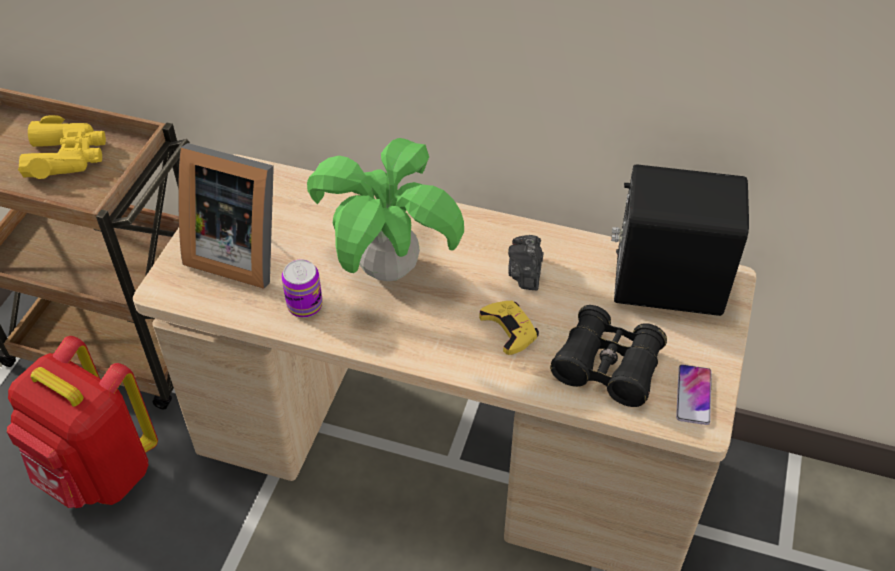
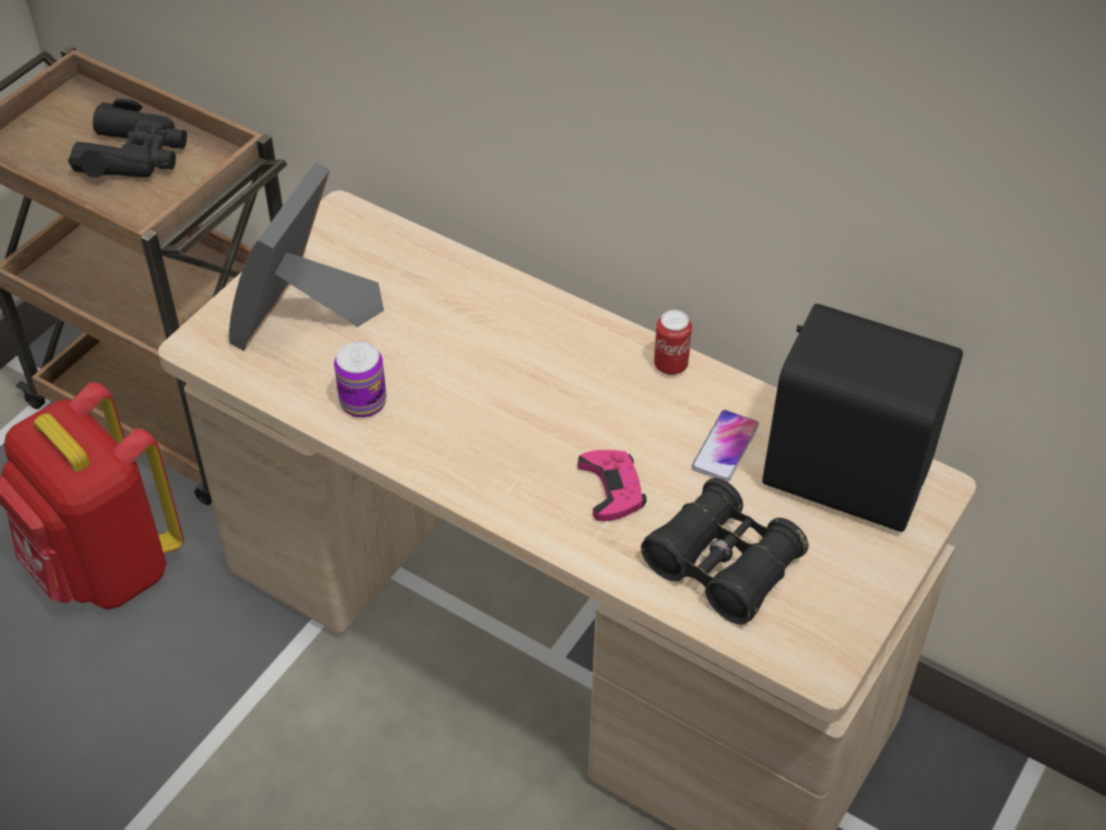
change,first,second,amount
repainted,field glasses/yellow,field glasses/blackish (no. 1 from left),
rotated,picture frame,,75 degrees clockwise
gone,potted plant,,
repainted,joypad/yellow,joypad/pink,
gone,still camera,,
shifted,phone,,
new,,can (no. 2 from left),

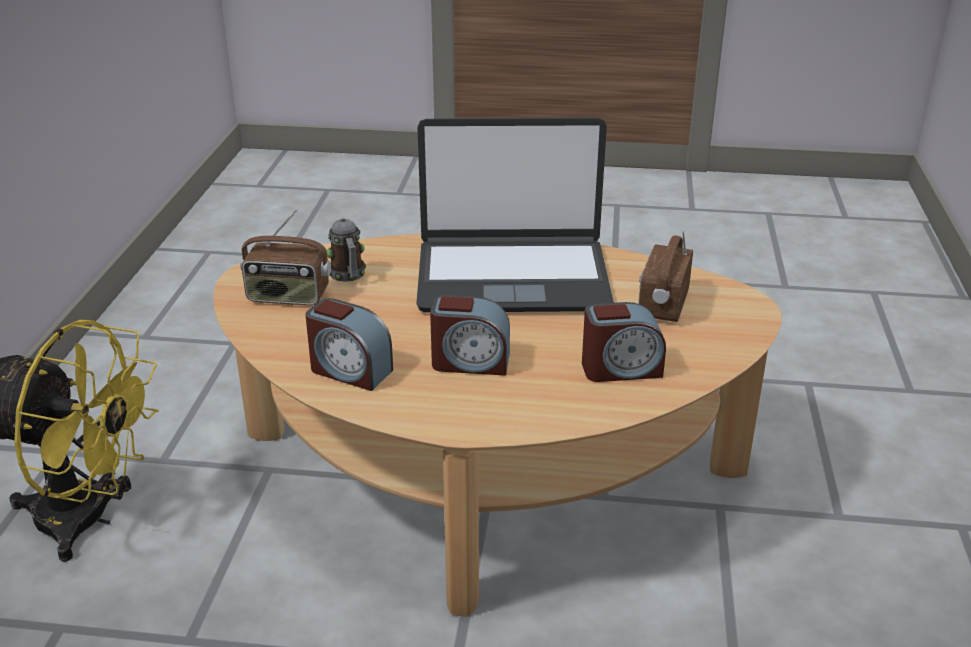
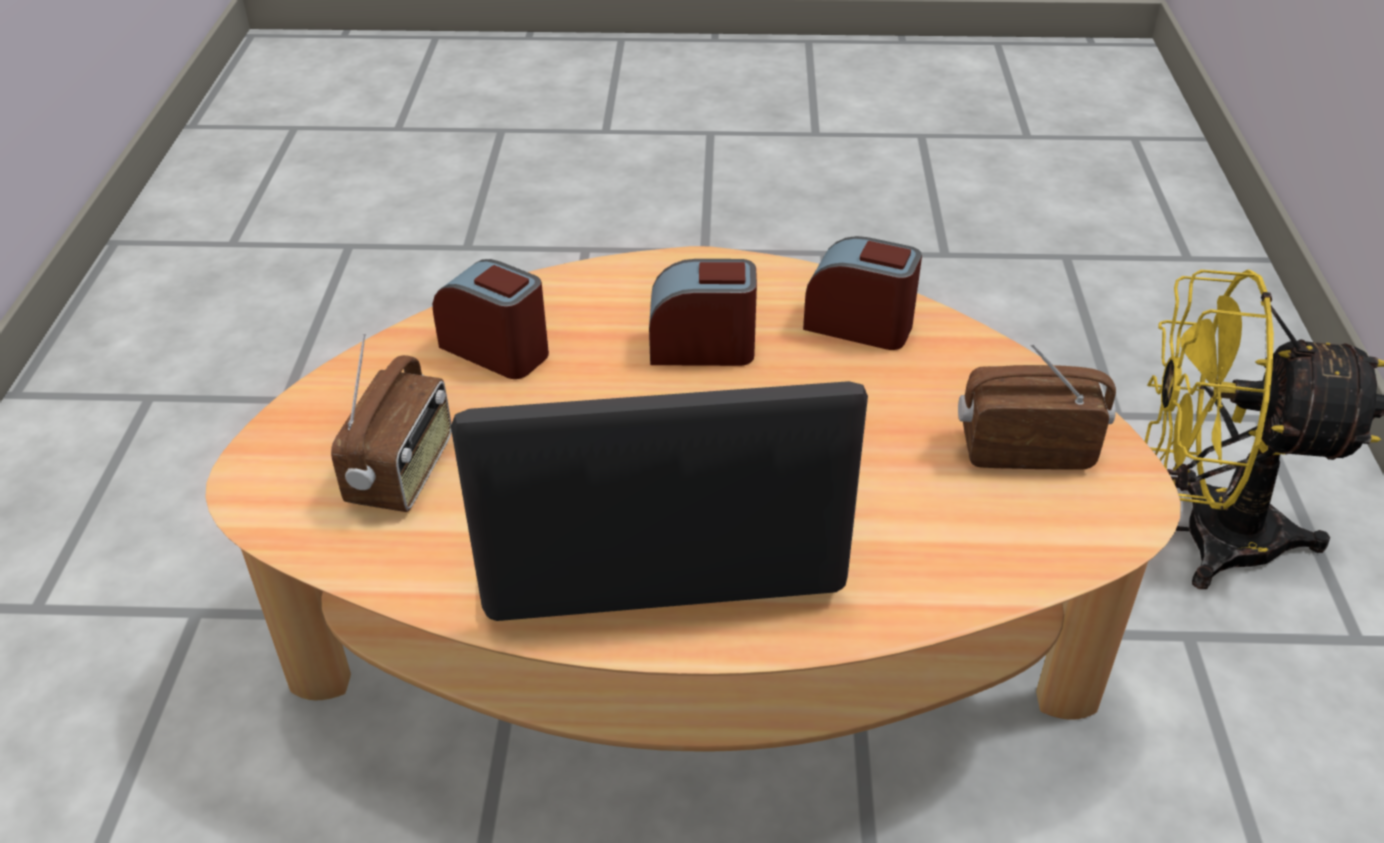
change,first,second,amount
gone,mug,,
rotated,bedside clock (no. 3 from left in the first image),bedside clock (no. 1 from left),45 degrees clockwise

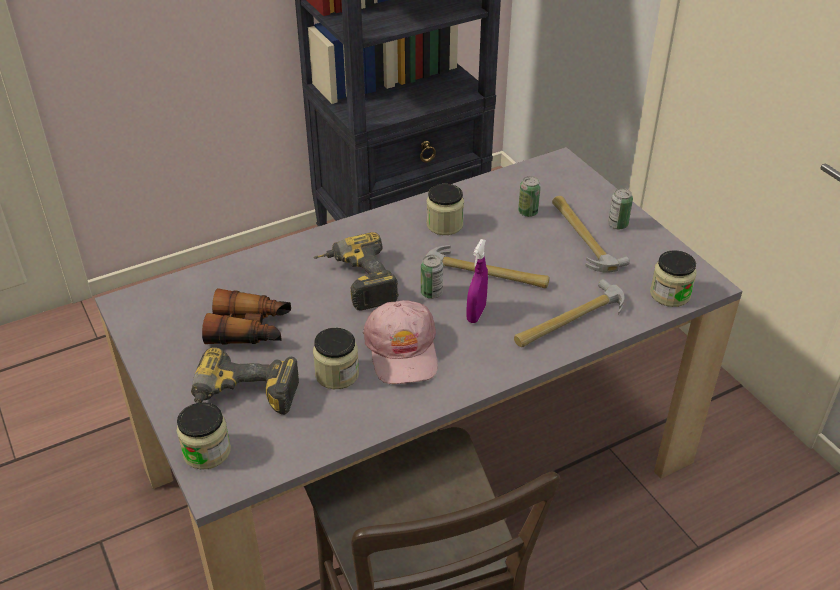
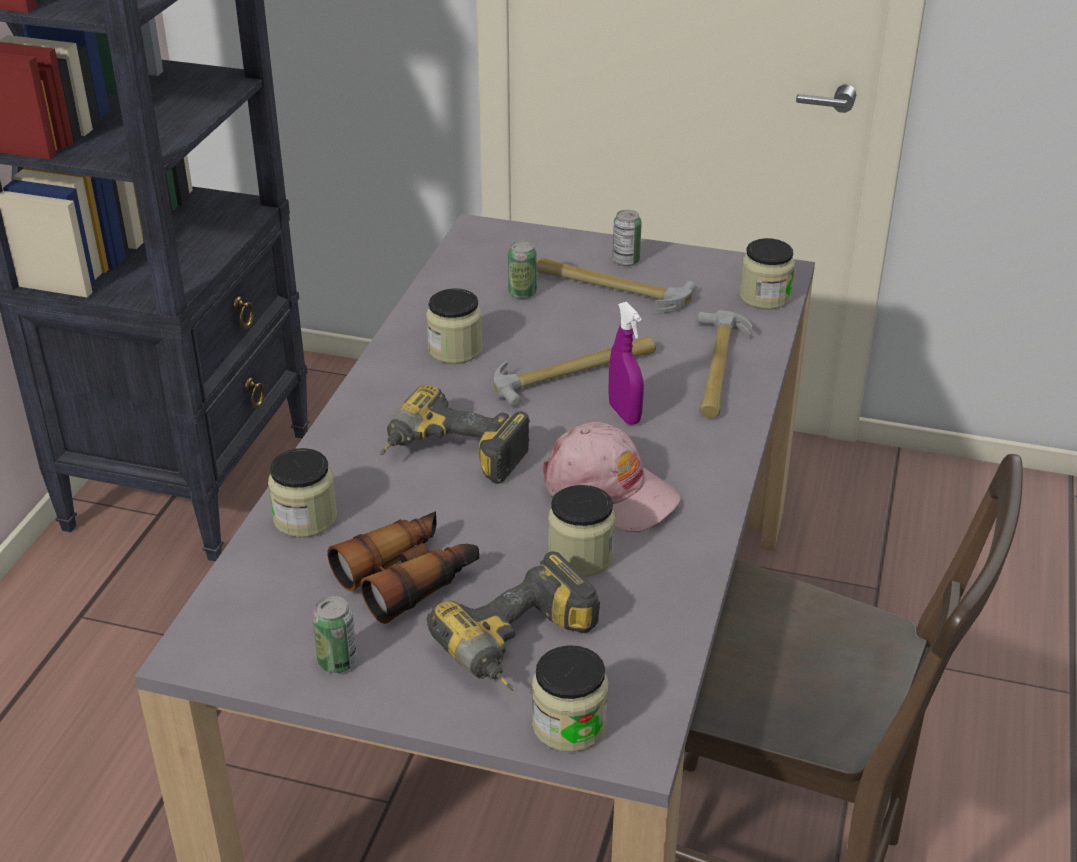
change,first,second,amount
shifted,can (no. 1 from left),,
new,,preserve jar (no. 1 from left),

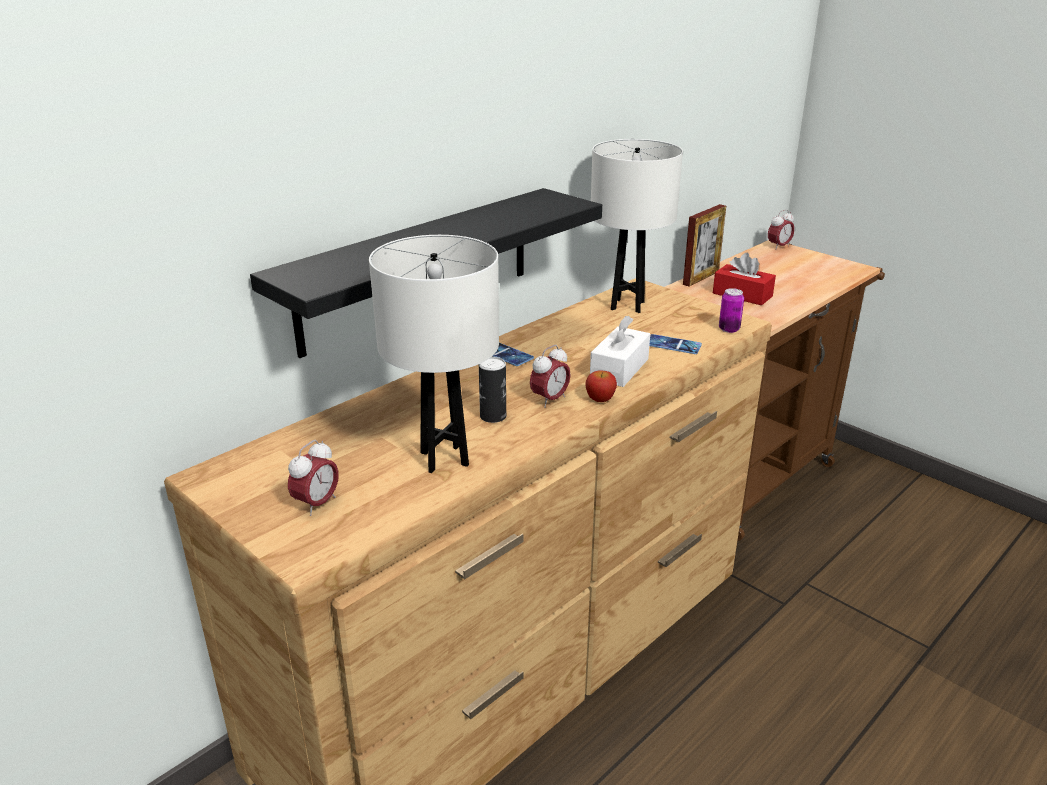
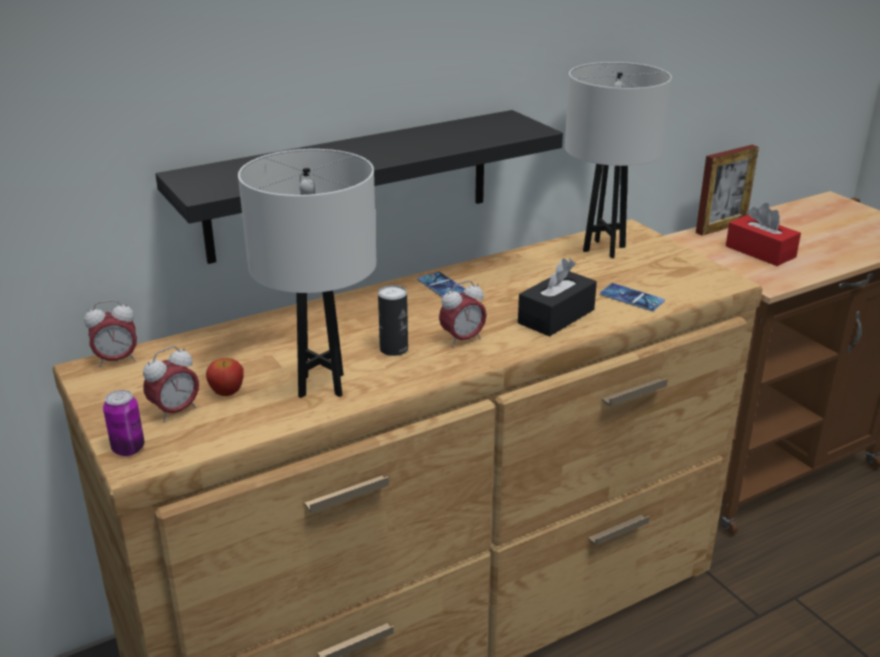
change,first,second,amount
shifted,apple,,
repainted,box of tissues/white-coloured,box of tissues/blackish,
shifted,can (no. 2 from left in the first image),can (no. 1 from left),
shifted,bedside clock (no. 3 from left in the first image),bedside clock (no. 1 from left),

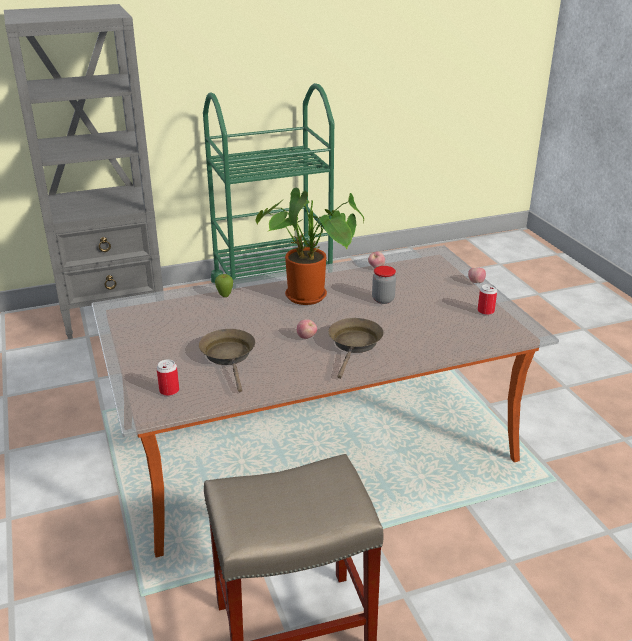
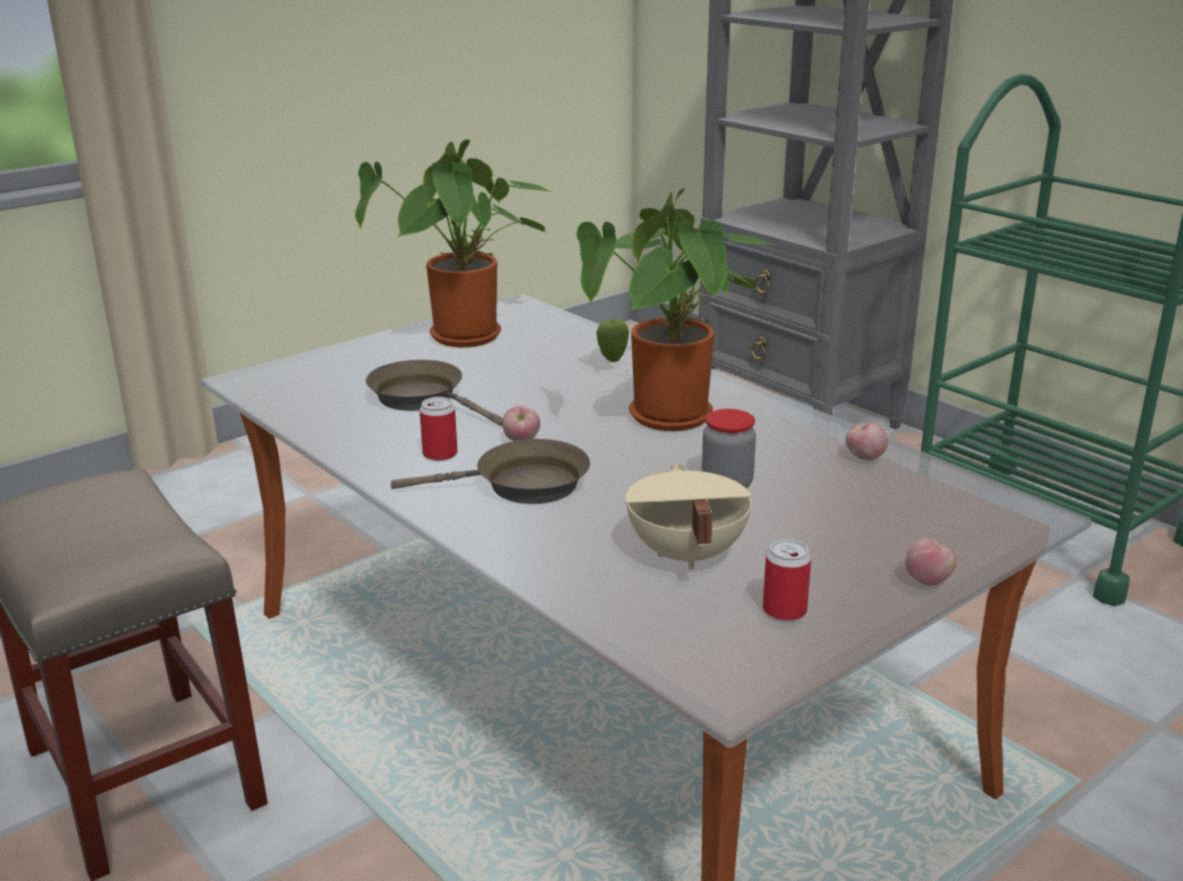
change,first,second,amount
shifted,can (no. 1 from left),,
rotated,skillet/brown-coloured (no. 1 from left),,105 degrees counterclockwise
new,,potted plant (no. 1 from left),
new,,saucepot/beige-coloured,

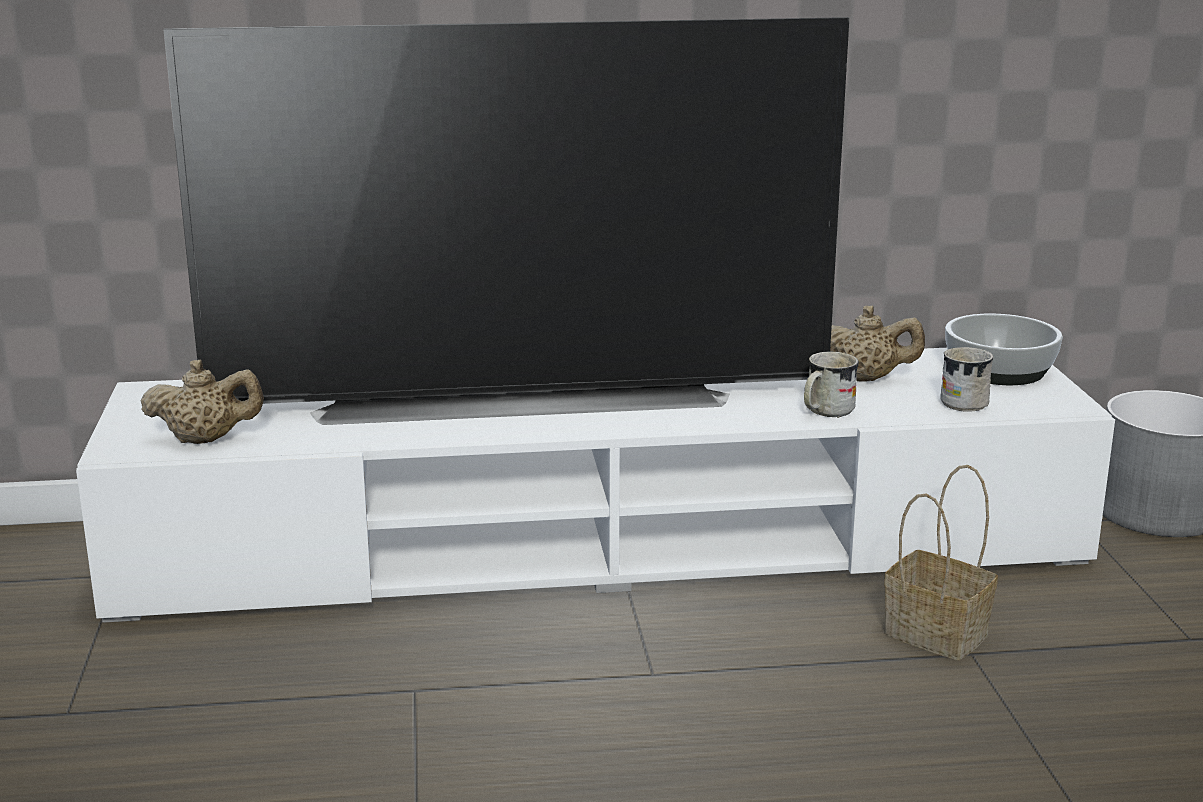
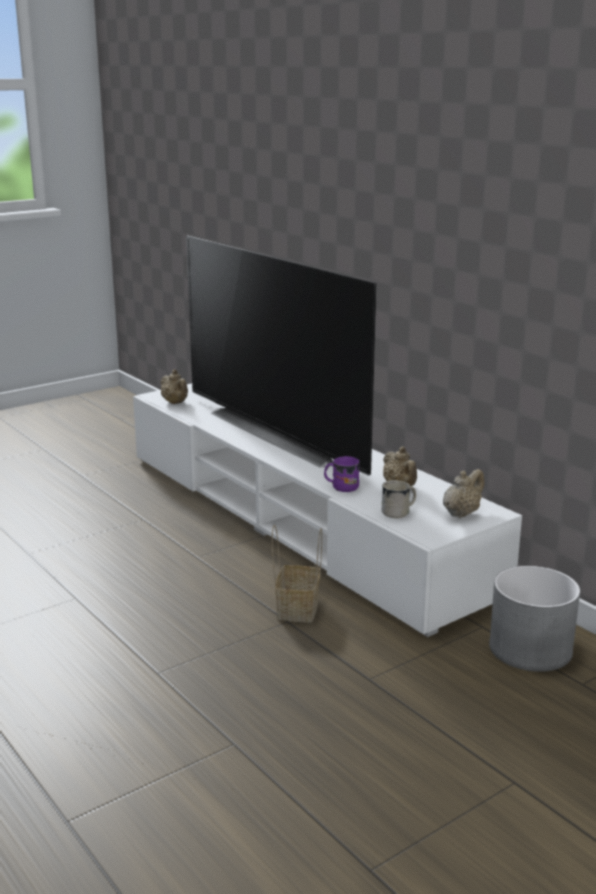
change,first,second,amount
repainted,mug/white-coloured (no. 1 from left),mug/purple,
swapped,serving bowl,teapot/beige-coloured (no. 3 from left),

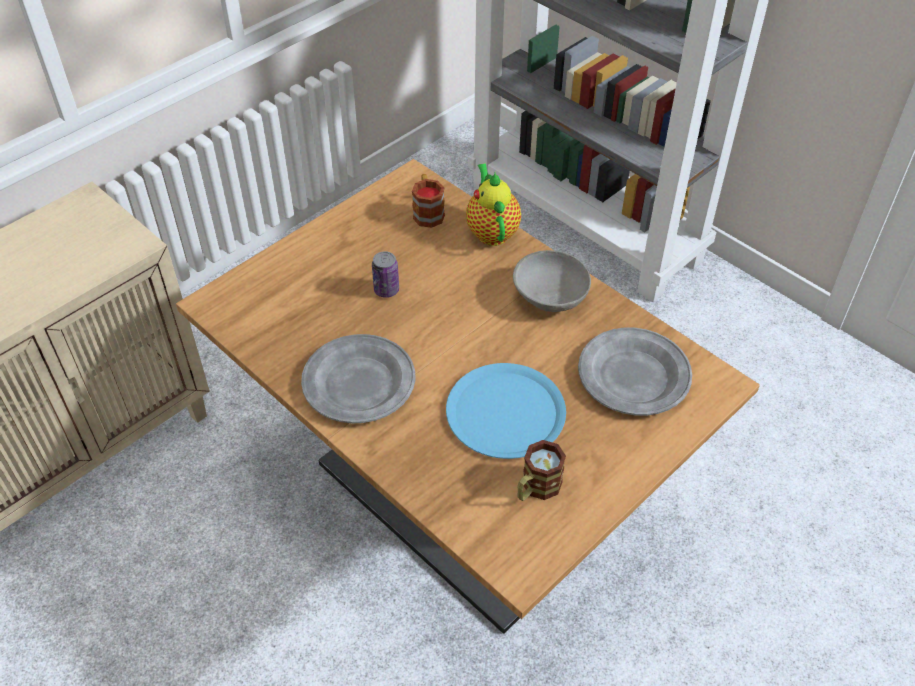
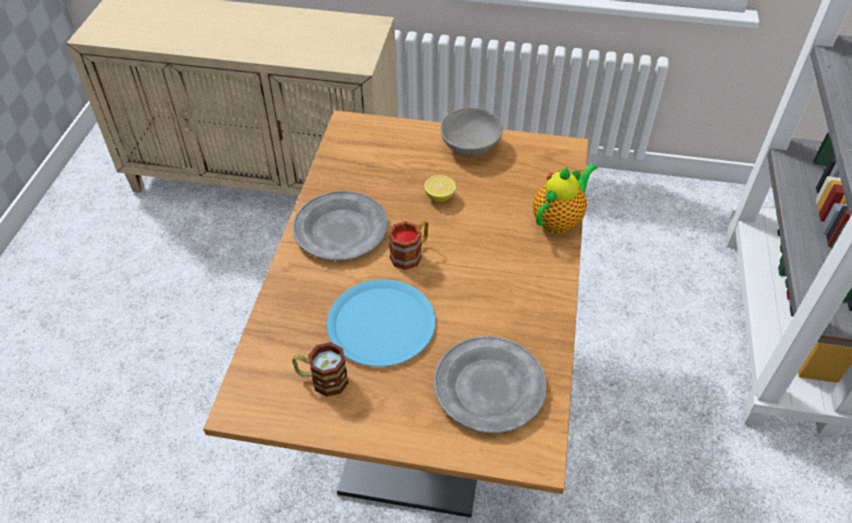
change,first,second,amount
swapped,can,lemon,
shifted,mug (no. 1 from left in the first image),mug (no. 2 from left),
shifted,serving bowl/grey,,

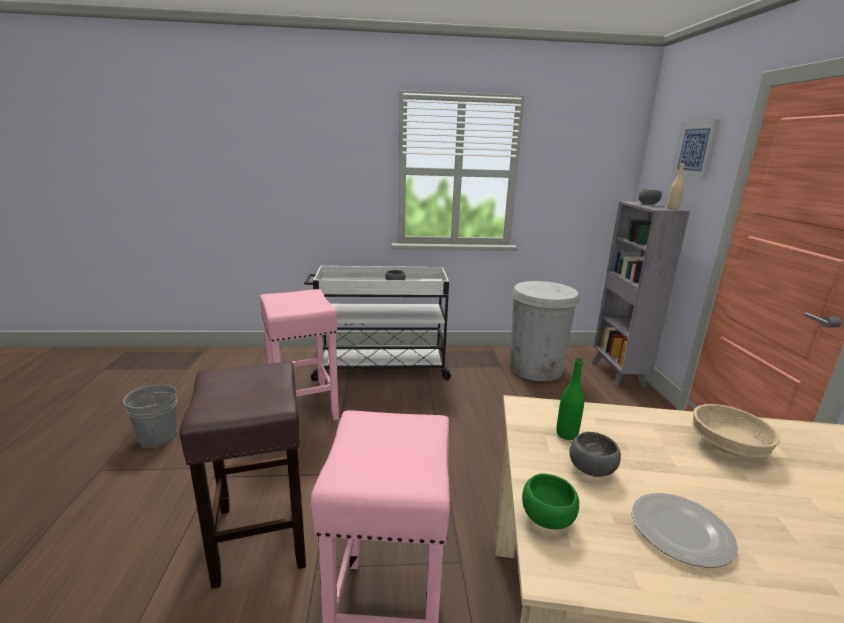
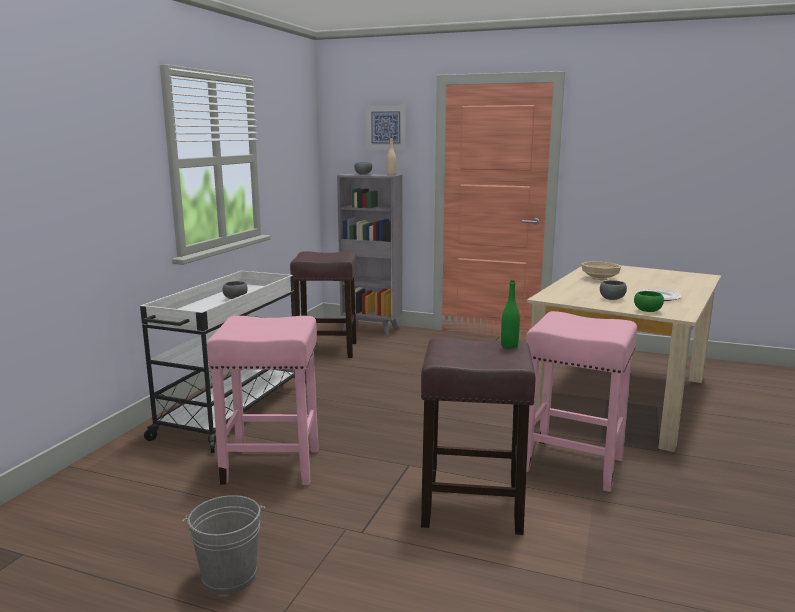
change,first,second,amount
swapped,waste bin/white-coloured,stool/brown-coloured (no. 1 from left),
shifted,beverage bottle/greenish,,

